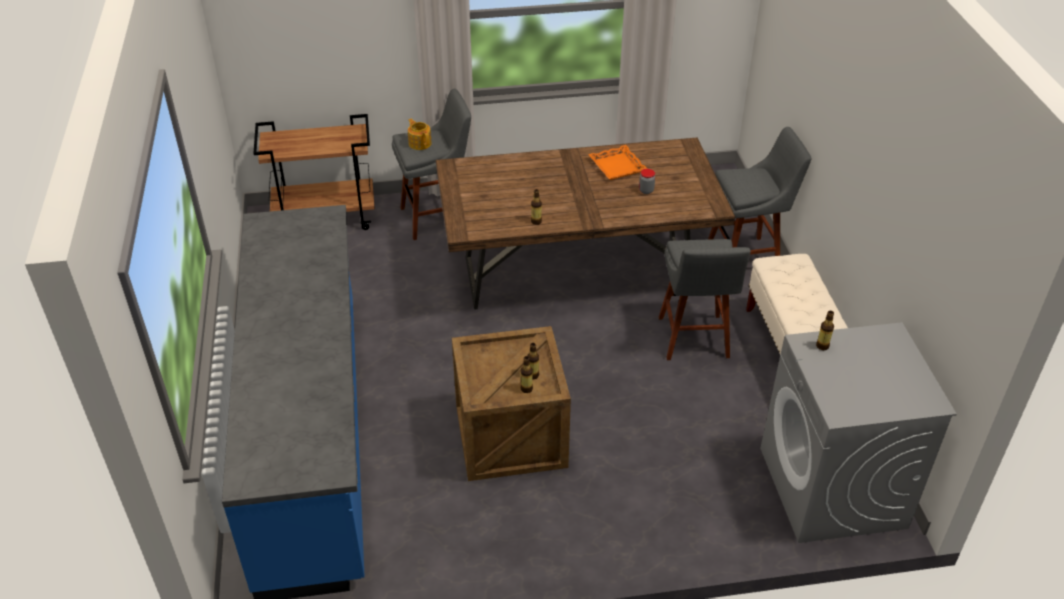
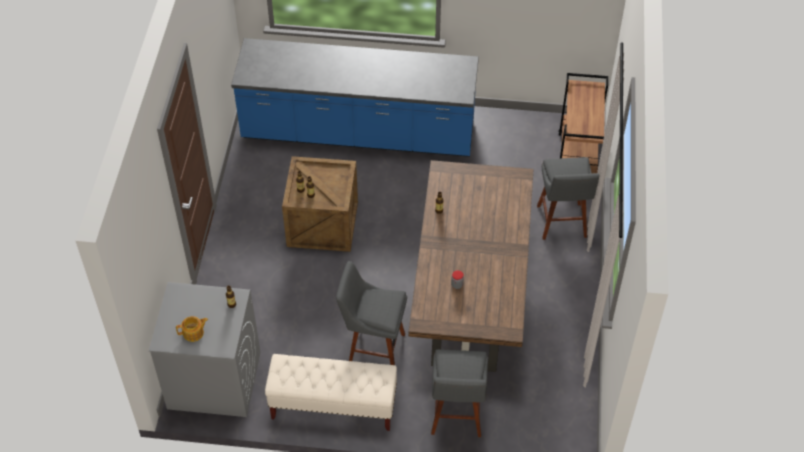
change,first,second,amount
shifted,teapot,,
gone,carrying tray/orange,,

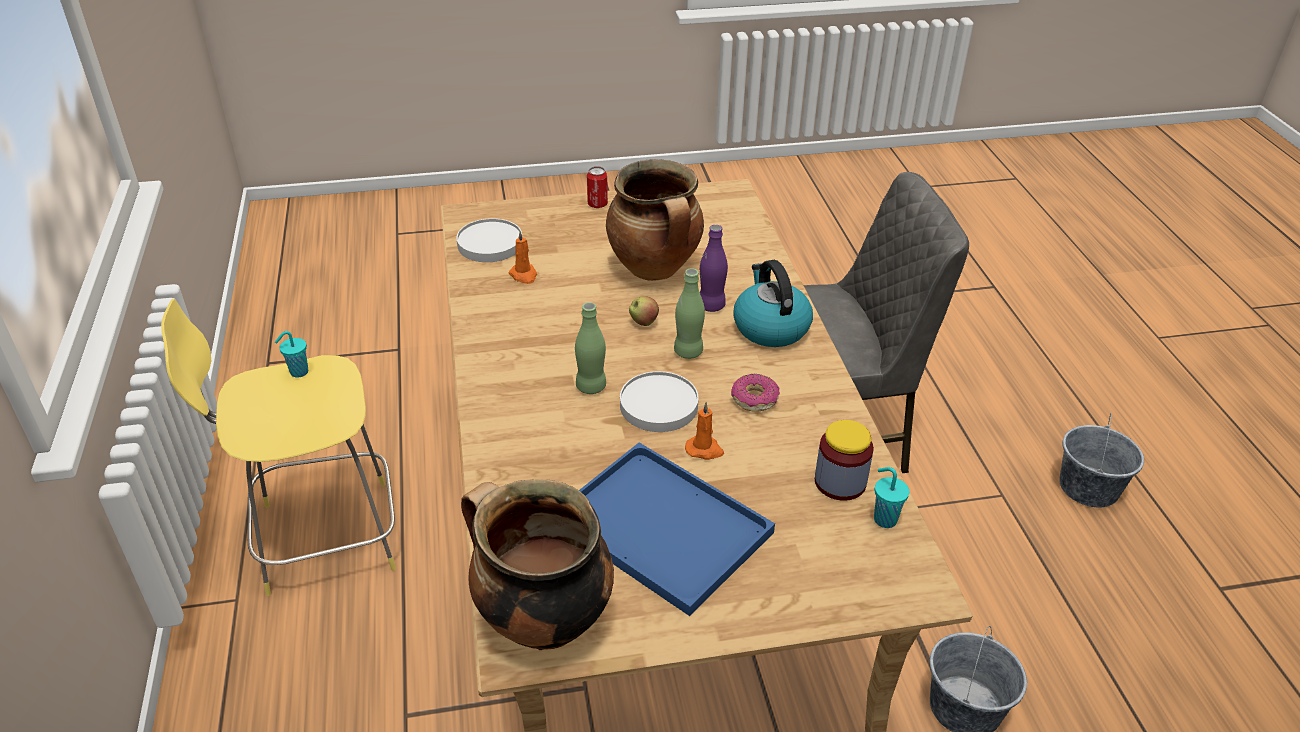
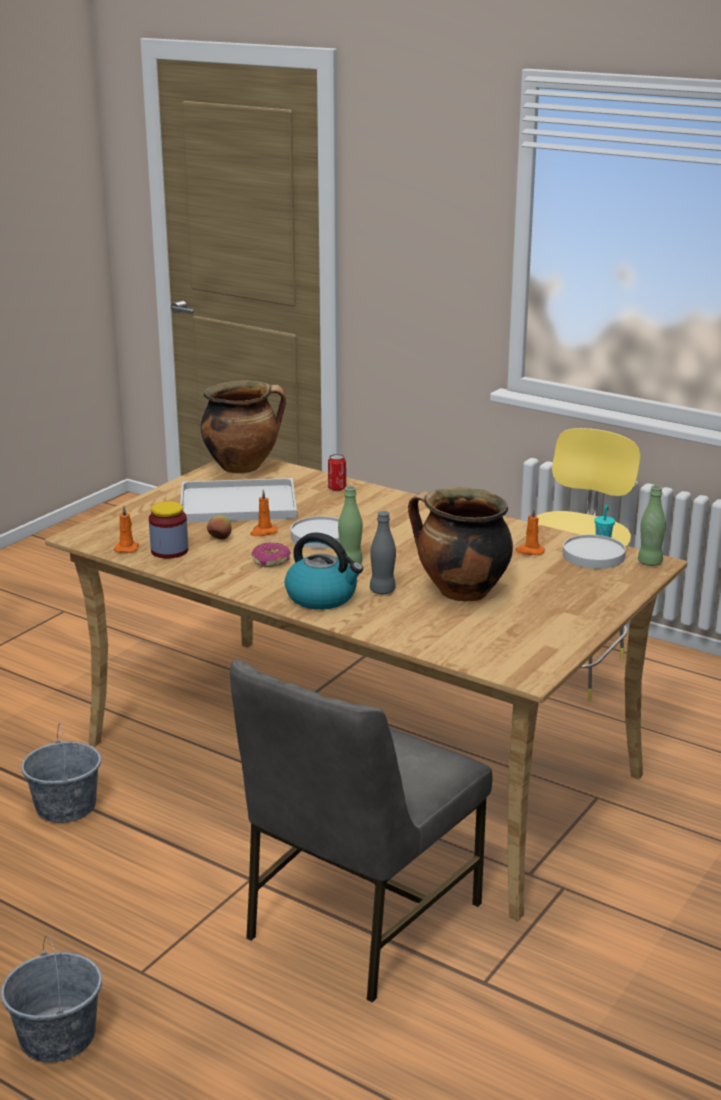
change,first,second,amount
shifted,beverage bottle/greenish (no. 1 from left in the first image),beverage bottle/greenish (no. 2 from left),
repainted,carrying tray/blue-coloured,carrying tray/white-coloured,
shifted,can,,
shifted,apple,,
repainted,beverage bottle/purple,beverage bottle/grey,
swapped,cup/turquoise (no. 2 from left),wax candle/orange (no. 1 from left),

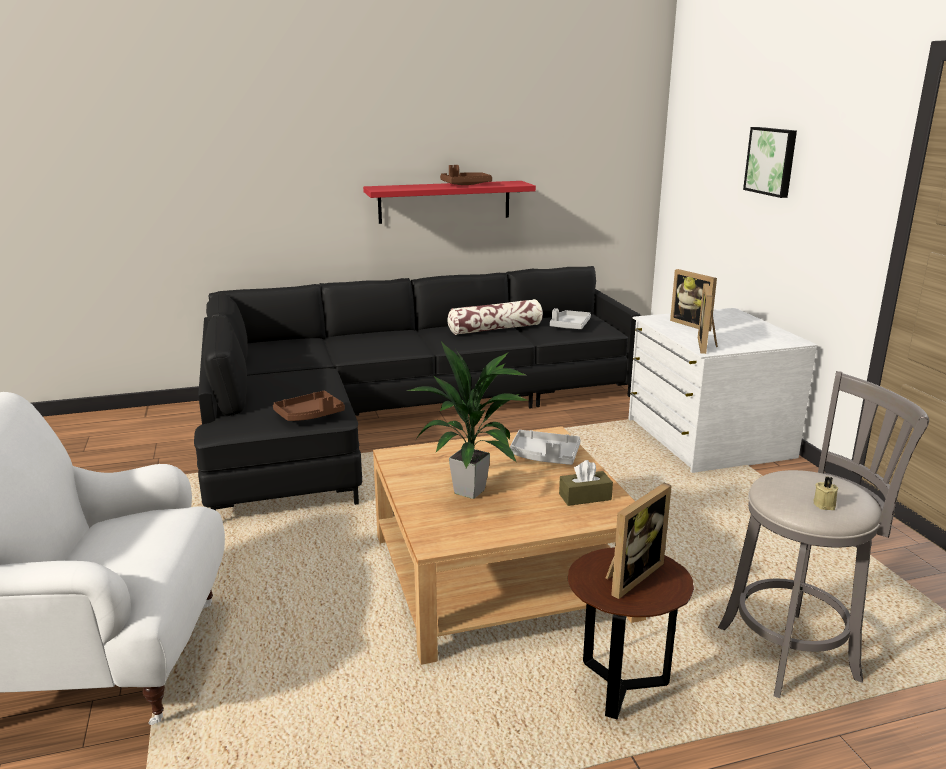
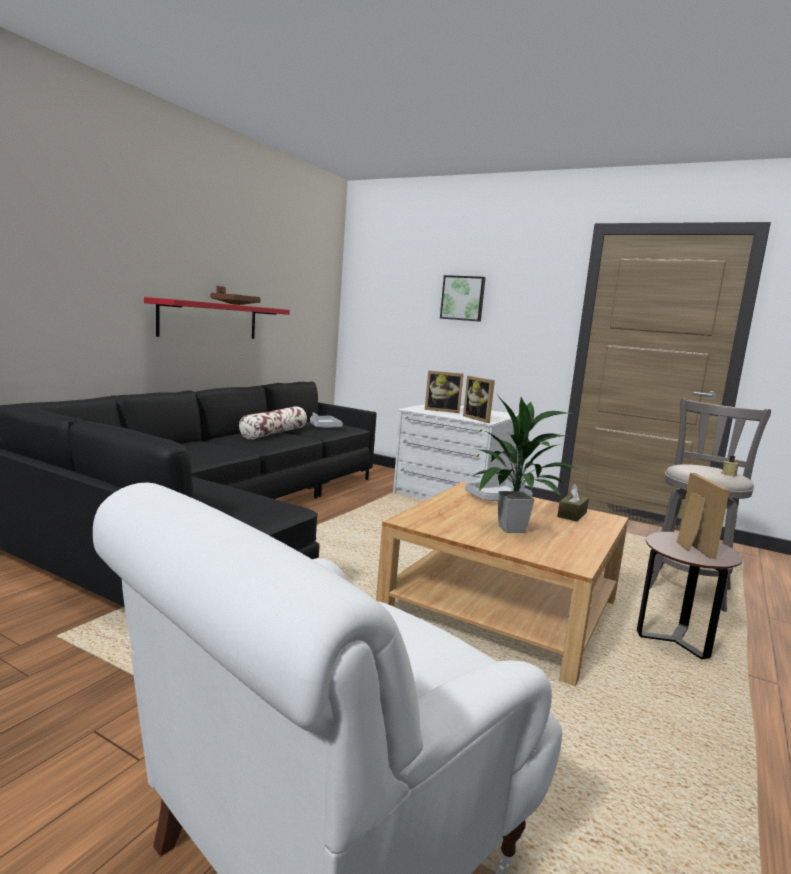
change,first,second,amount
gone,carrying tray/brown-coloured (no. 1 from left),,

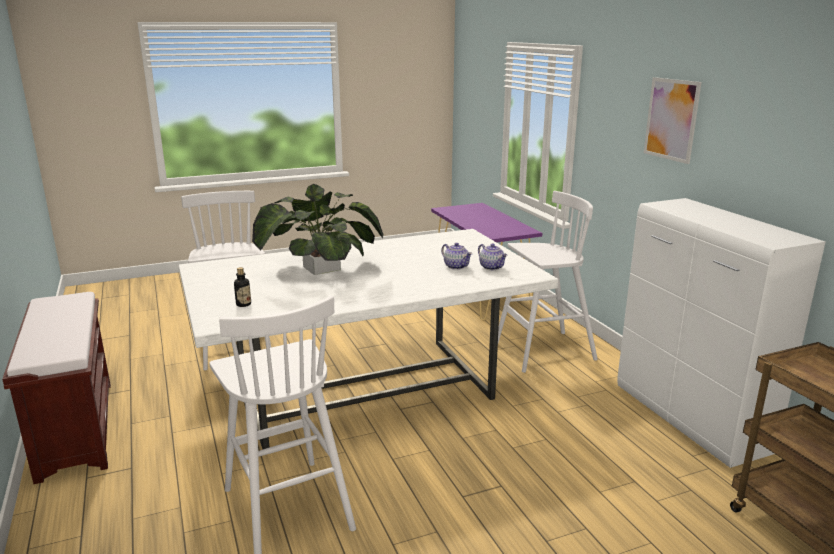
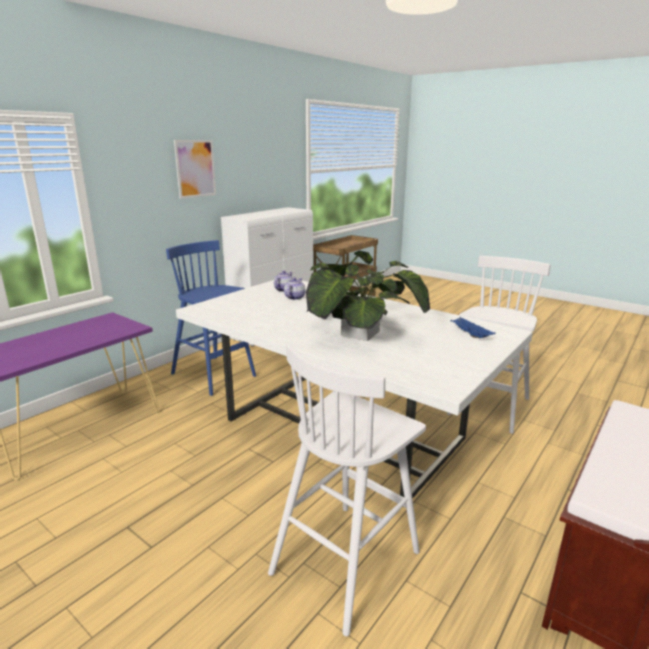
change,first,second,amount
swapped,beverage bottle,carrying tray/blue-coloured,
repainted,stool/white-coloured (no. 3 from left),stool/blue-coloured,

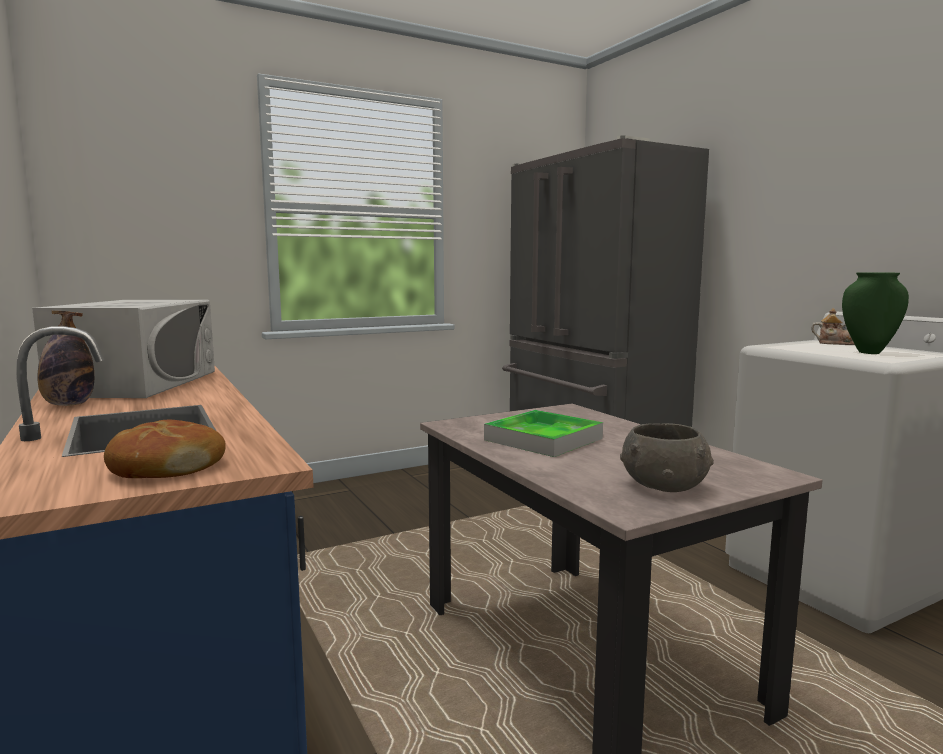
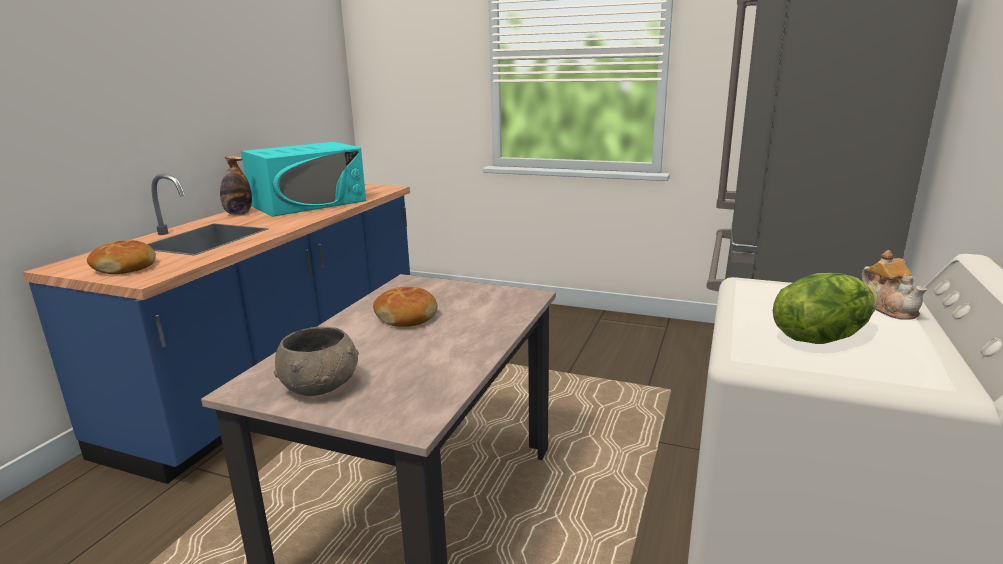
change,first,second,amount
repainted,microwave oven/white-coloured,microwave oven/turquoise,
swapped,carrying tray,bread (no. 2 from left),
swapped,vase/greenish,head of lettuce,

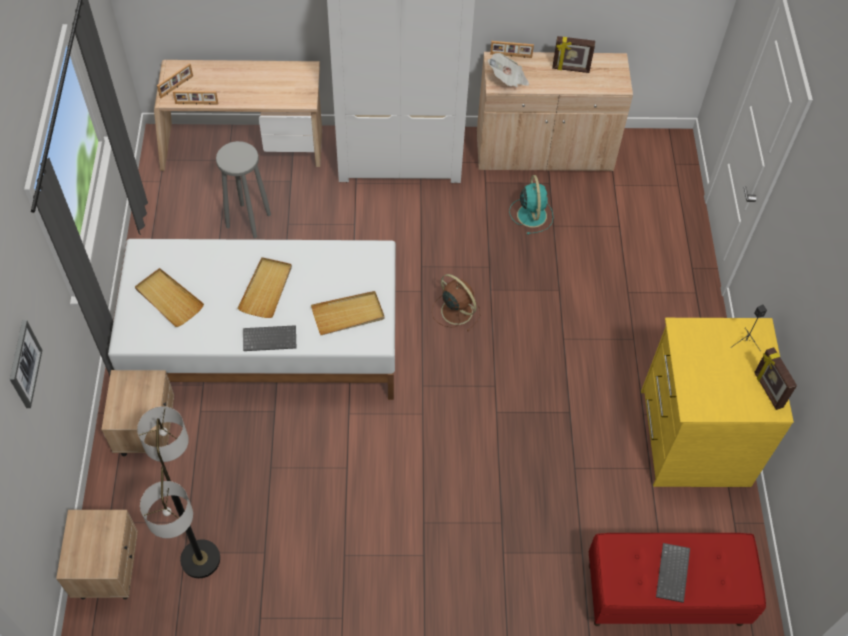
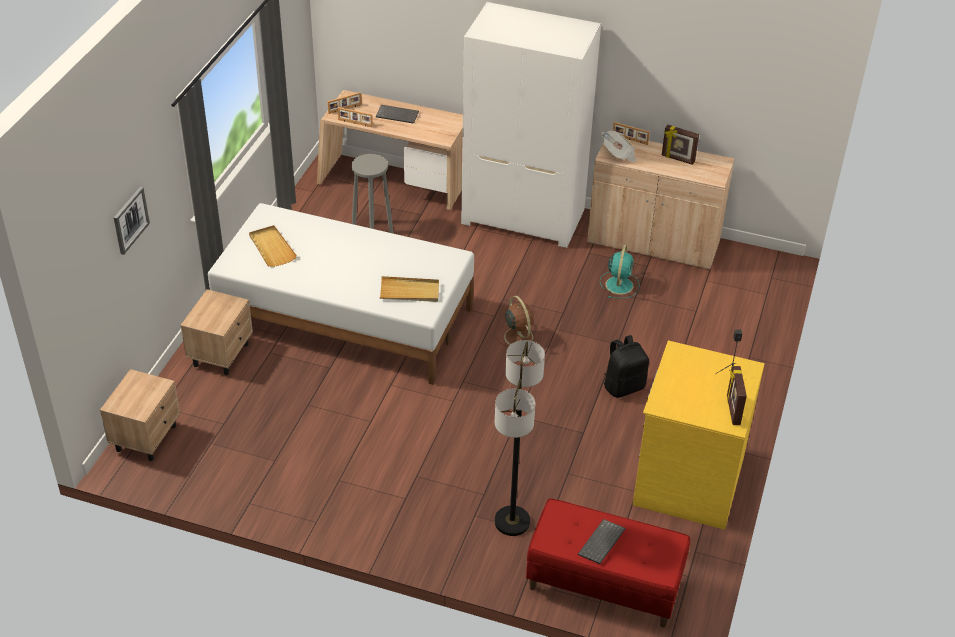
change,first,second,amount
shifted,standard lamp,,
gone,carrying tray/beige-coloured (no. 2 from left),,
shifted,computer keyboard (no. 1 from left),,
new,,knapsack/blackish,

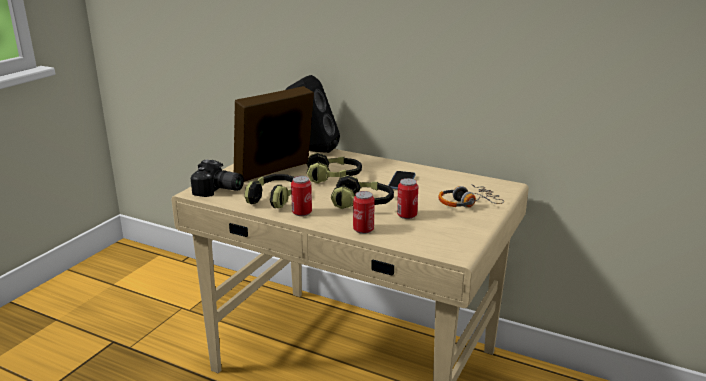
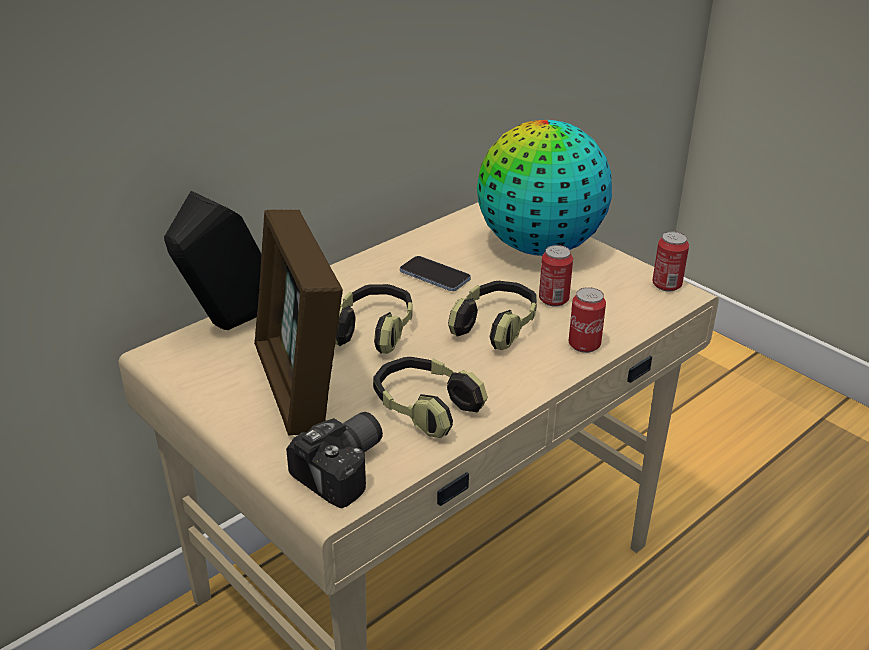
change,first,second,amount
shifted,can (no. 1 from left in the first image),can (no. 3 from left),
swapped,pair of headphones (no. 4 from left),desk globe,

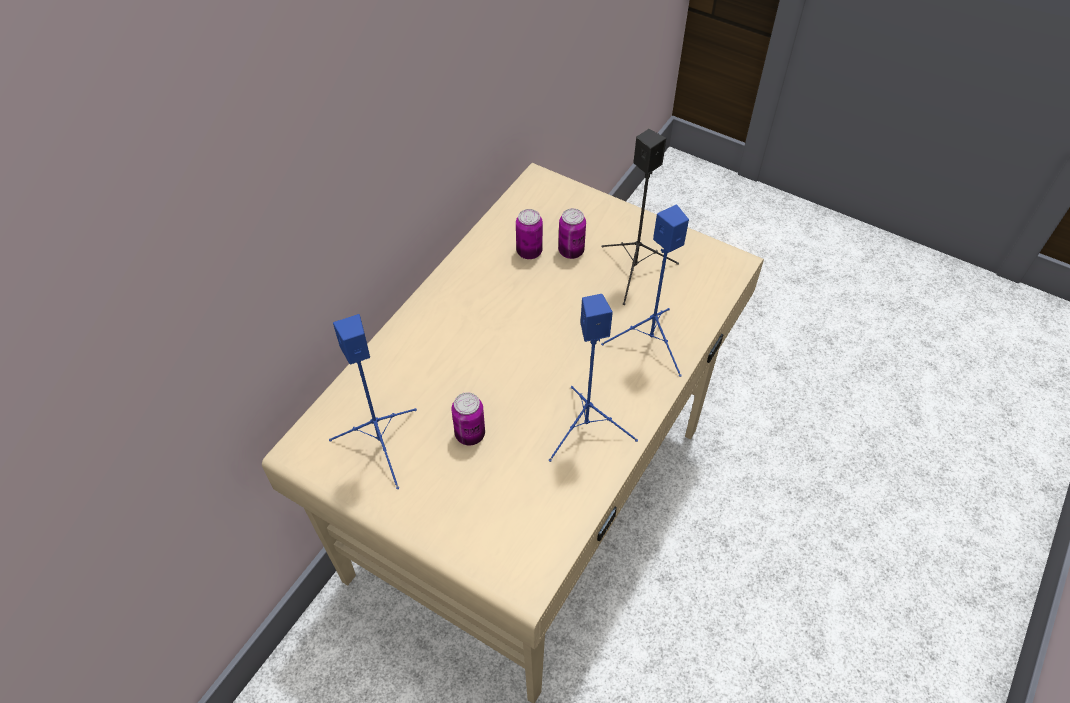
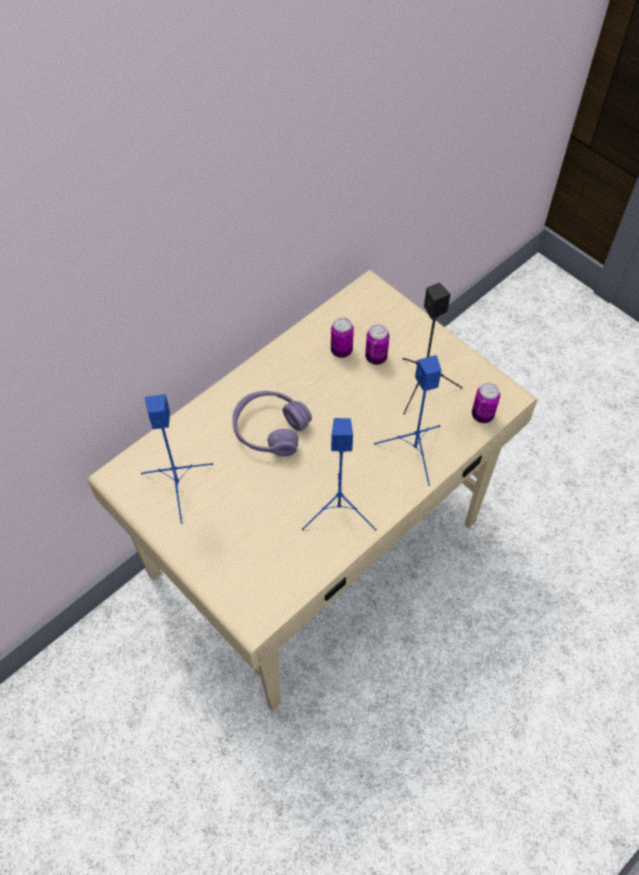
change,first,second,amount
shifted,can (no. 1 from left in the first image),can (no. 3 from left),
new,,pair of headphones/purple,

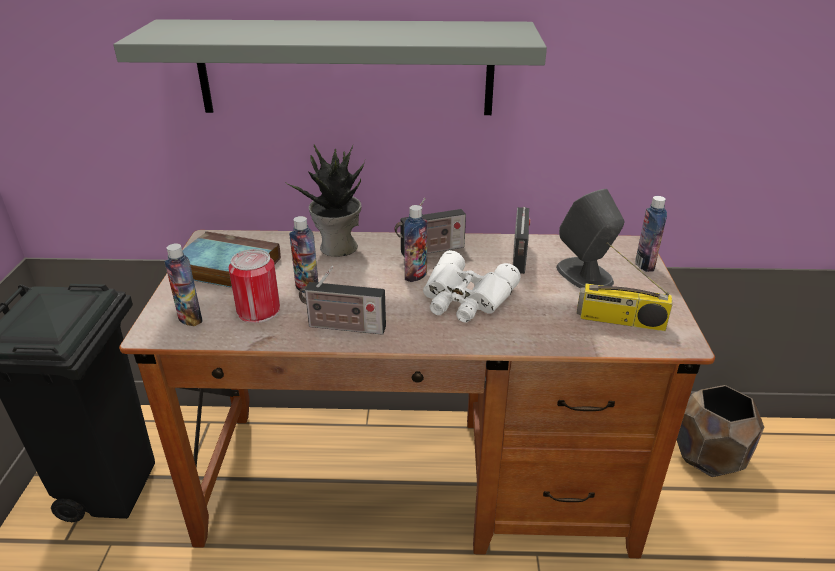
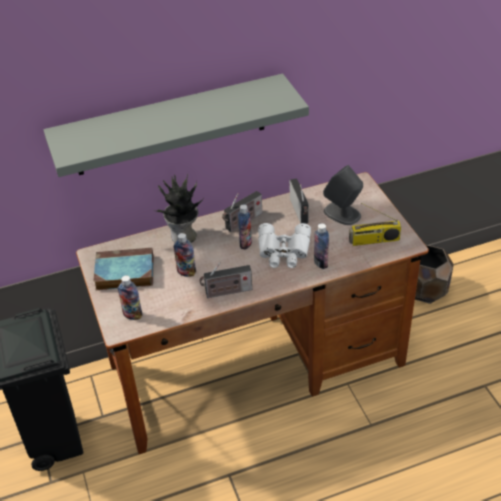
change,first,second,amount
gone,can,,
shifted,beverage bottle (no. 4 from left),,

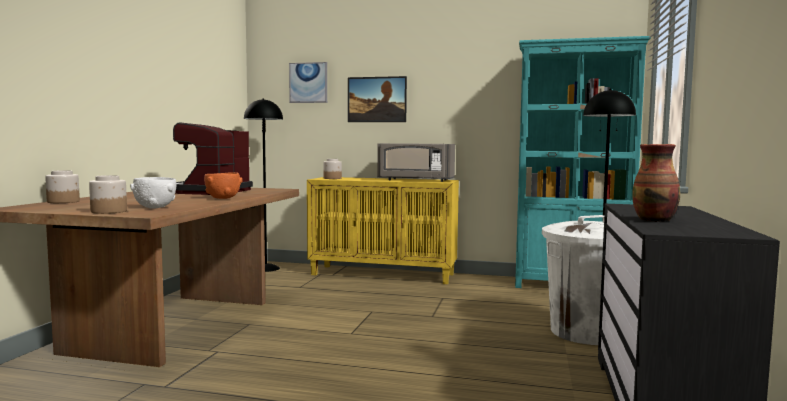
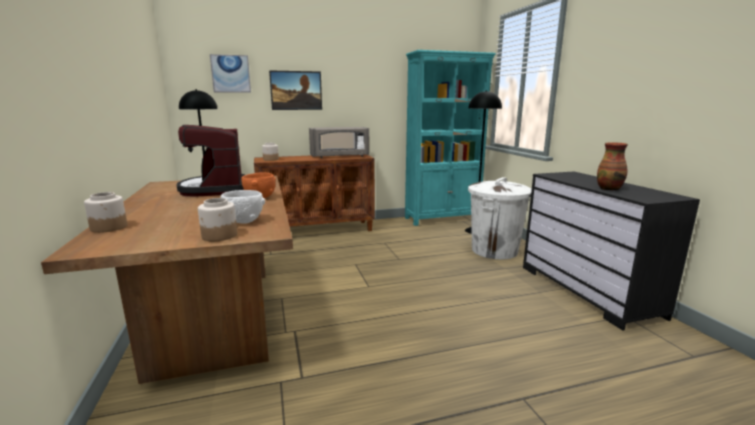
change,first,second,amount
repainted,storage cabinet/yellow,storage cabinet/brown-coloured,

